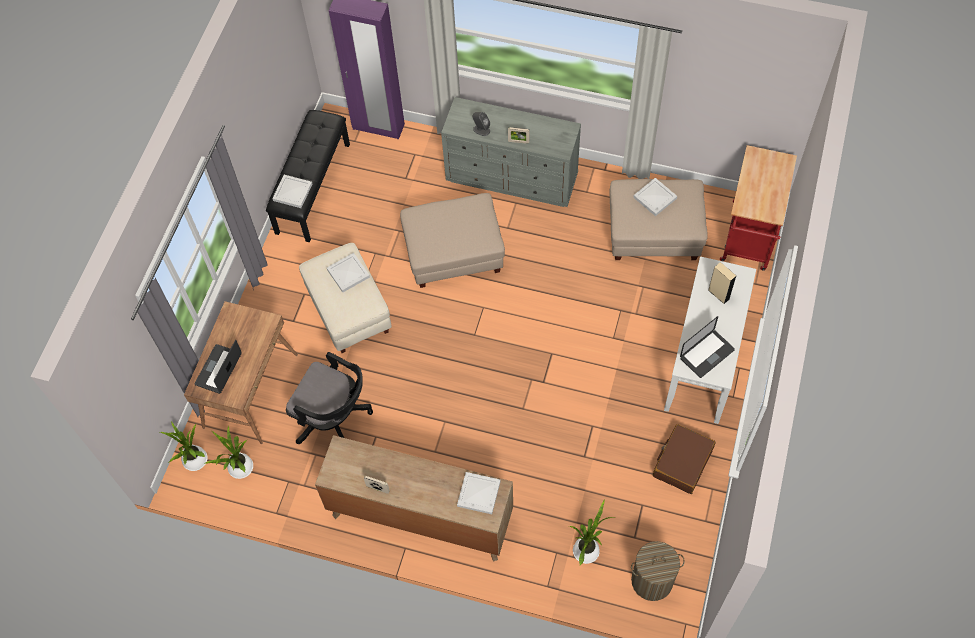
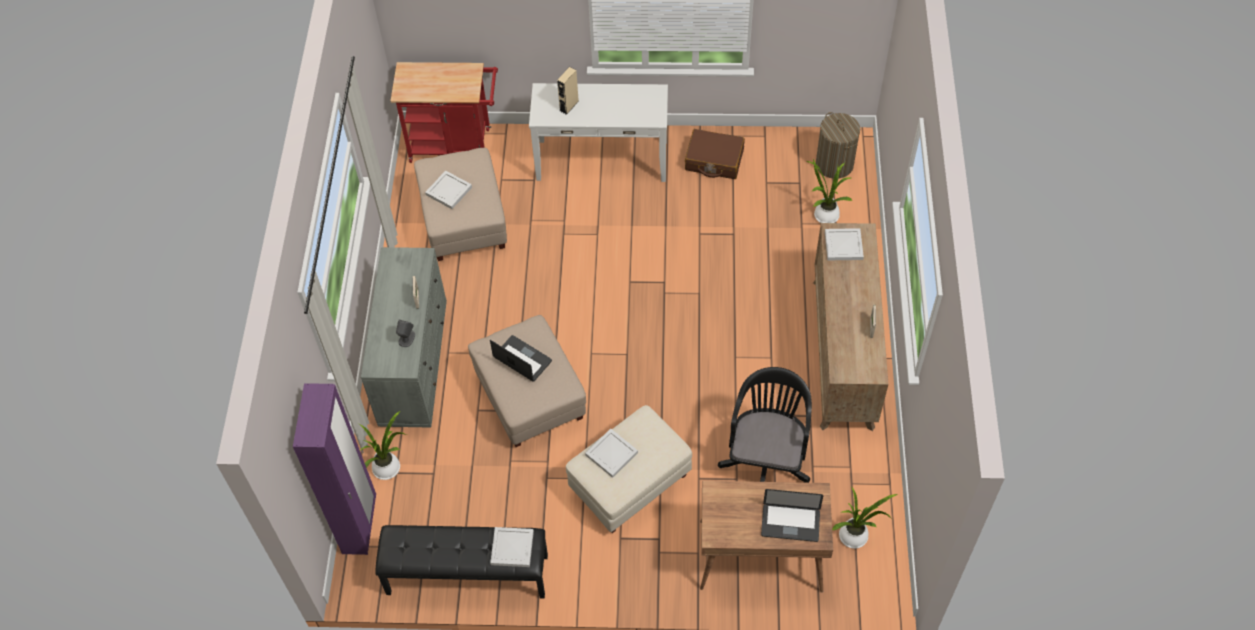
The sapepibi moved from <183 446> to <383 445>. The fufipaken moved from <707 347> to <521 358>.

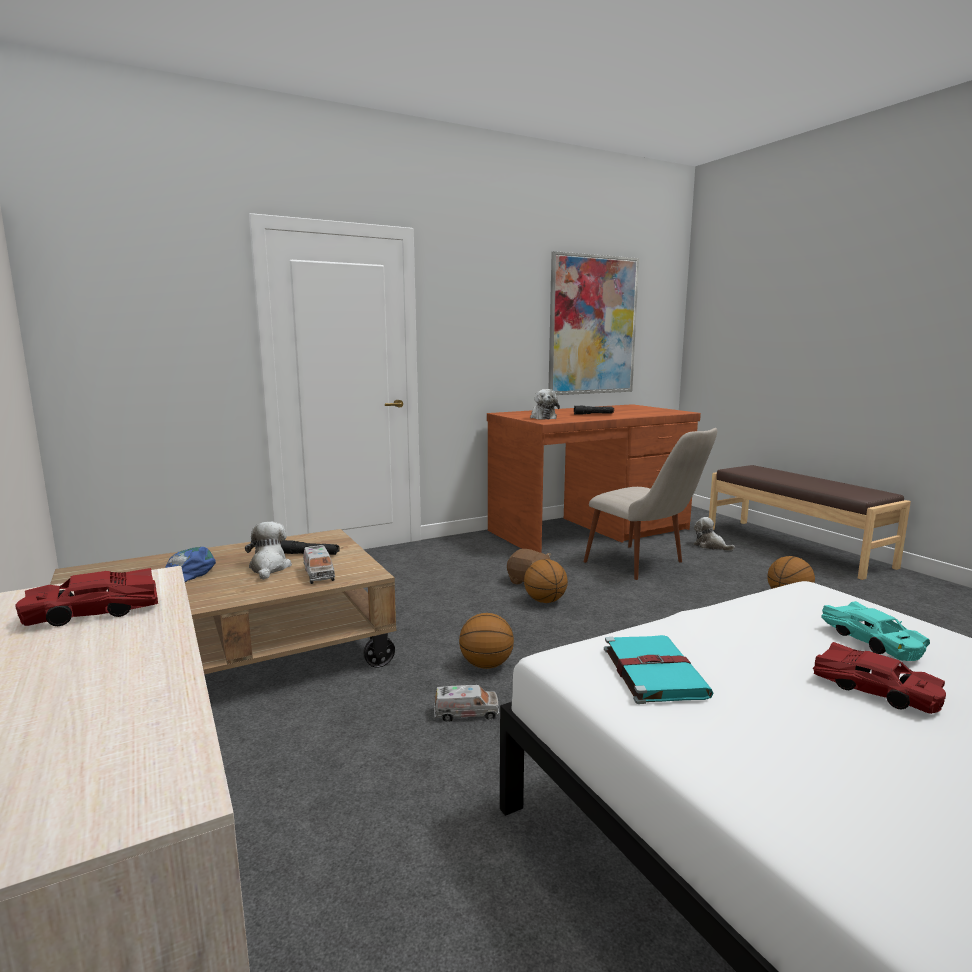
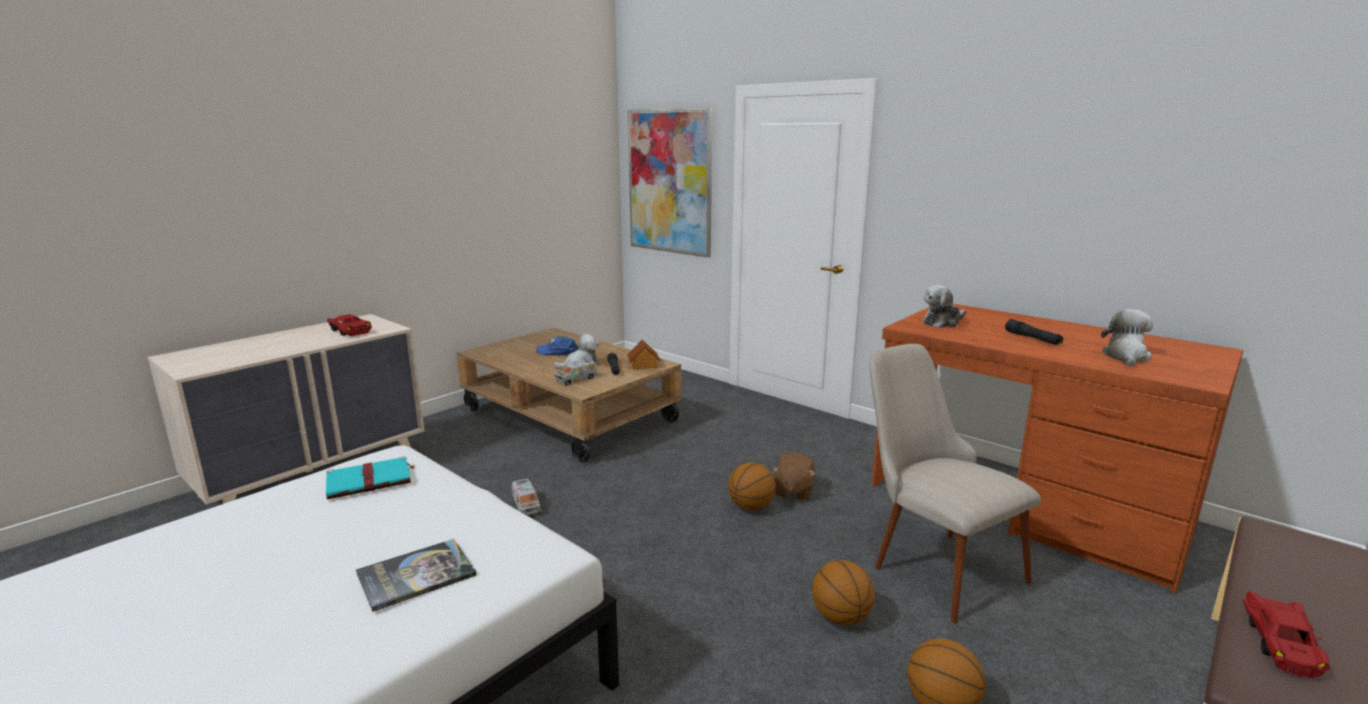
The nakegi moved from <486 641> to <843 592>. The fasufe moved from <594 323> to <670 182>. The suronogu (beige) at <650 504> turned 120 degrees clockwise. The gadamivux moved from <714 534> to <1127 337>. The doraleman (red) moved from <879 678> to <1286 634>. The doraleman (turquoise) at <875 631> was replaced by the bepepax at <416 575>. The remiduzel at <643 355> appeared.

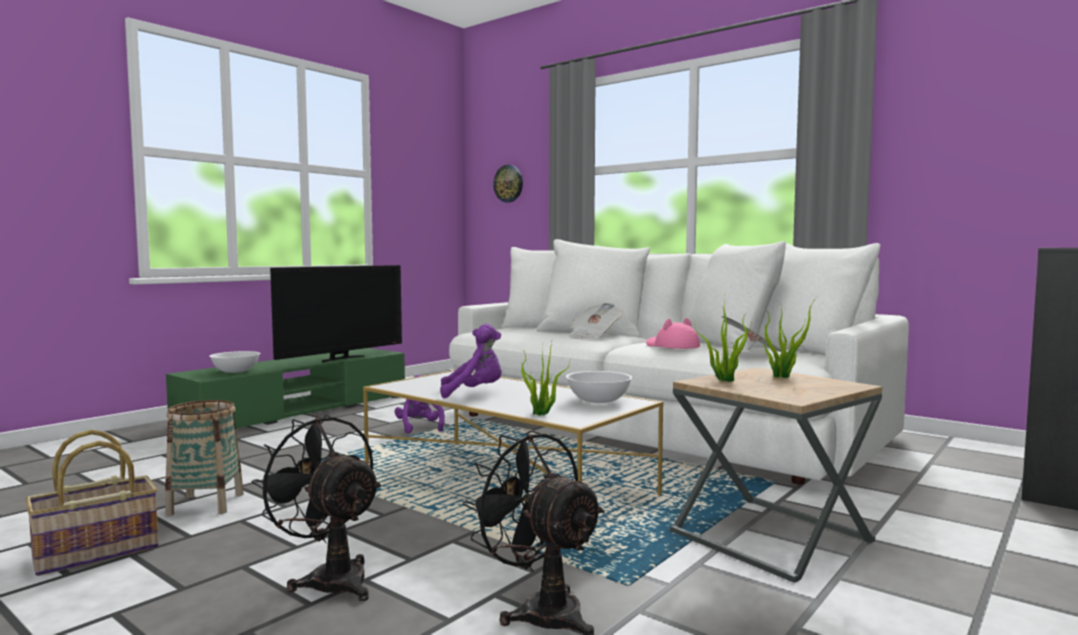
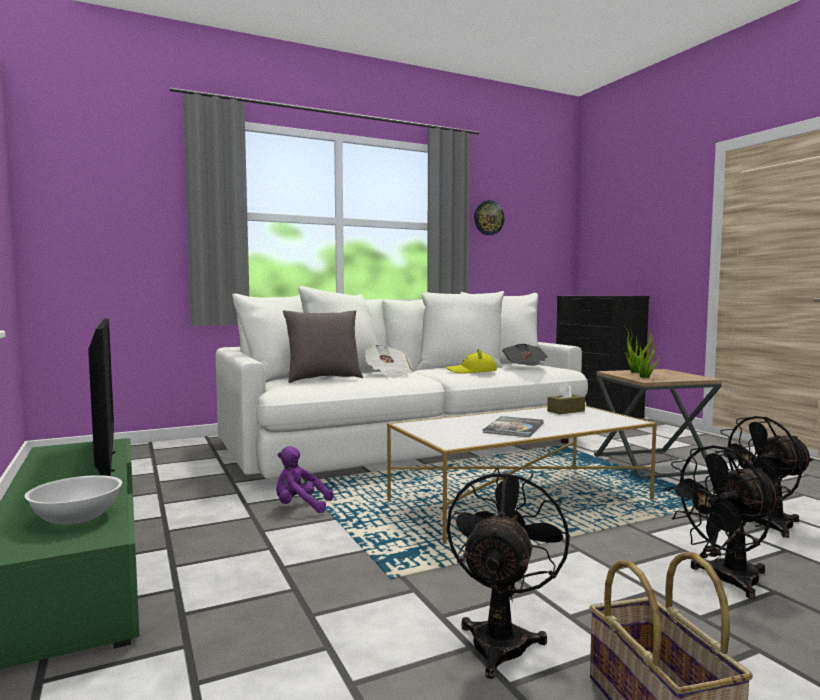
The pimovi at <204 458> was replaced by the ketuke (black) at <508 573>. The gadamivux (purple) at <471 361> was replaced by the bepepax at <513 426>. The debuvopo moved from <508 184> to <489 217>. The sapepibi at <545 379> disappeared. The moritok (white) at <599 387> was replaced by the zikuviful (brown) at <566 398>. The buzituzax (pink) at <673 333> became the buzituzax (yellow) at <471 361>. The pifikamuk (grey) at <323 346> appeared.

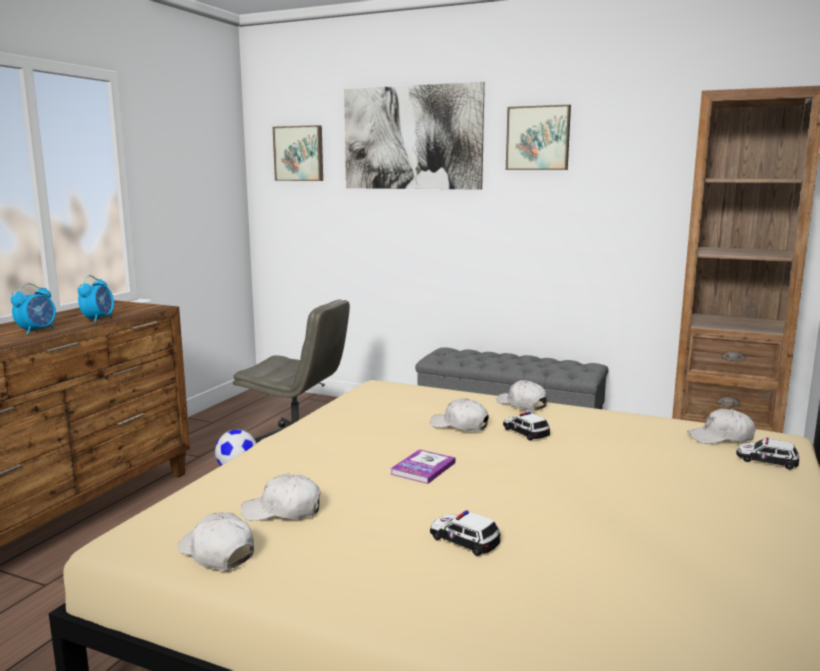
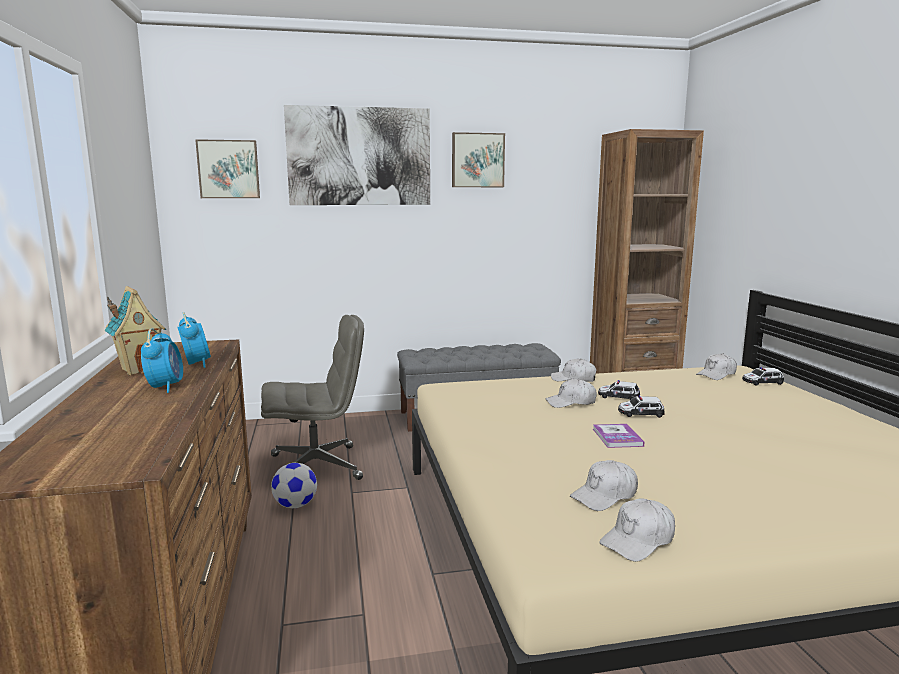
The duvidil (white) at <216 541> turned 45 degrees counterclockwise. The doraleman moved from <465 533> to <641 406>. The remiduzel at <135 330> appeared.

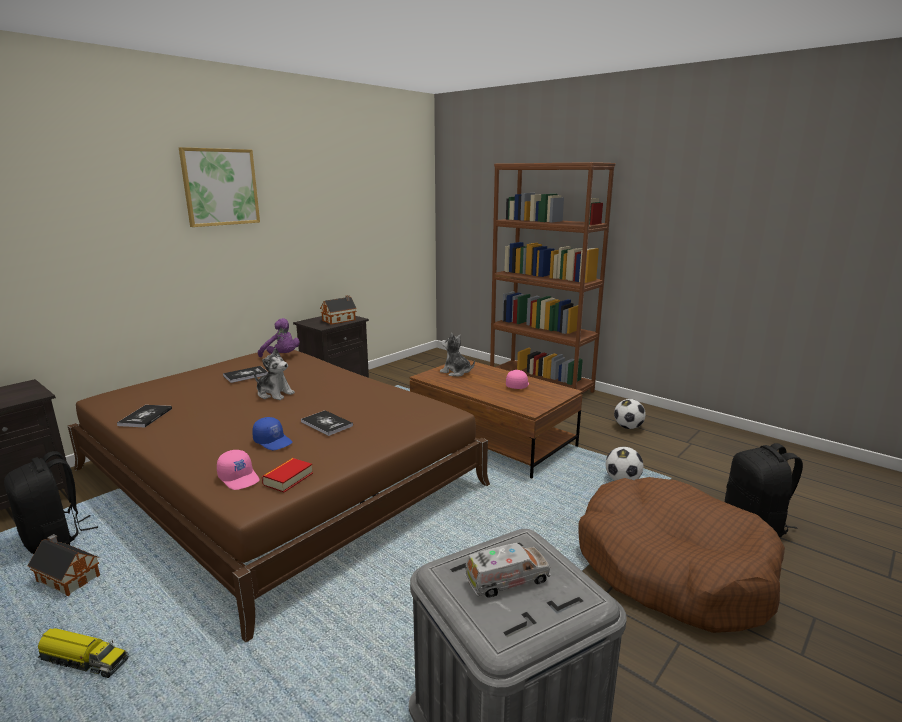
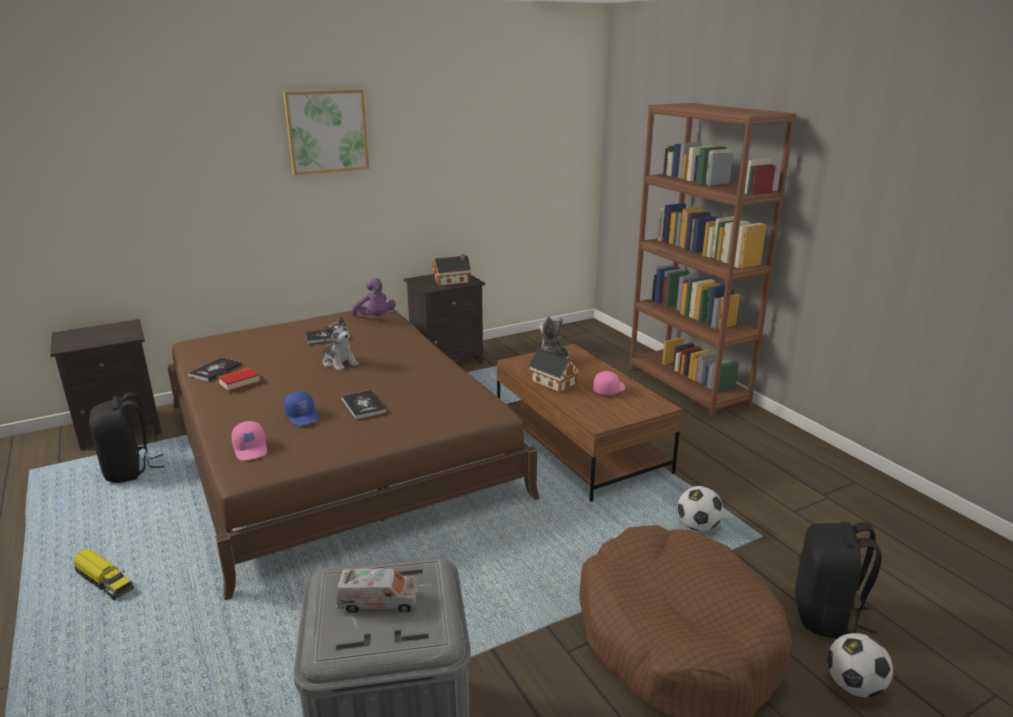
The remiduzel moved from <63 565> to <553 369>. The bepepax moved from <287 475> to <239 380>. The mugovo moved from <630 414> to <860 665>.

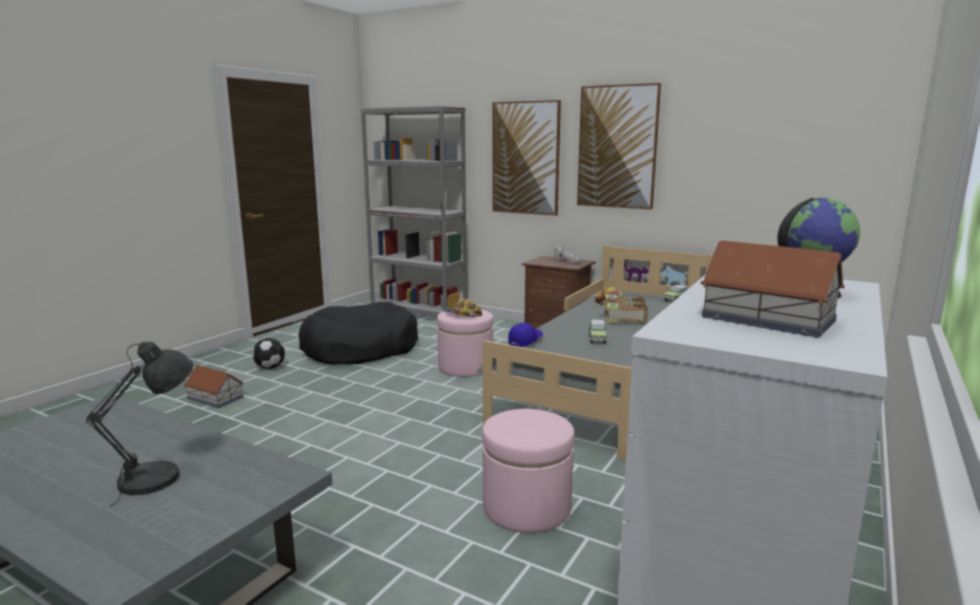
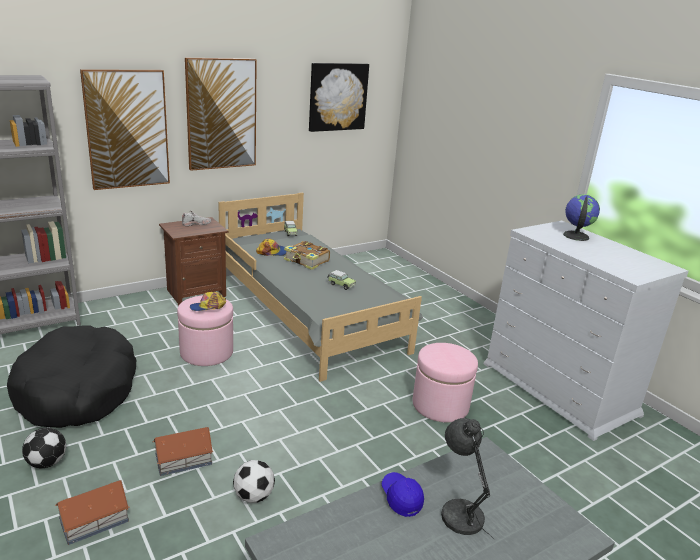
The duvidil (blue) moved from <525 335> to <403 494>. The remiduzel moved from <772 289> to <183 451>. The mugovo at <254 481> appeared. The fasufe at <339 97> appeared.

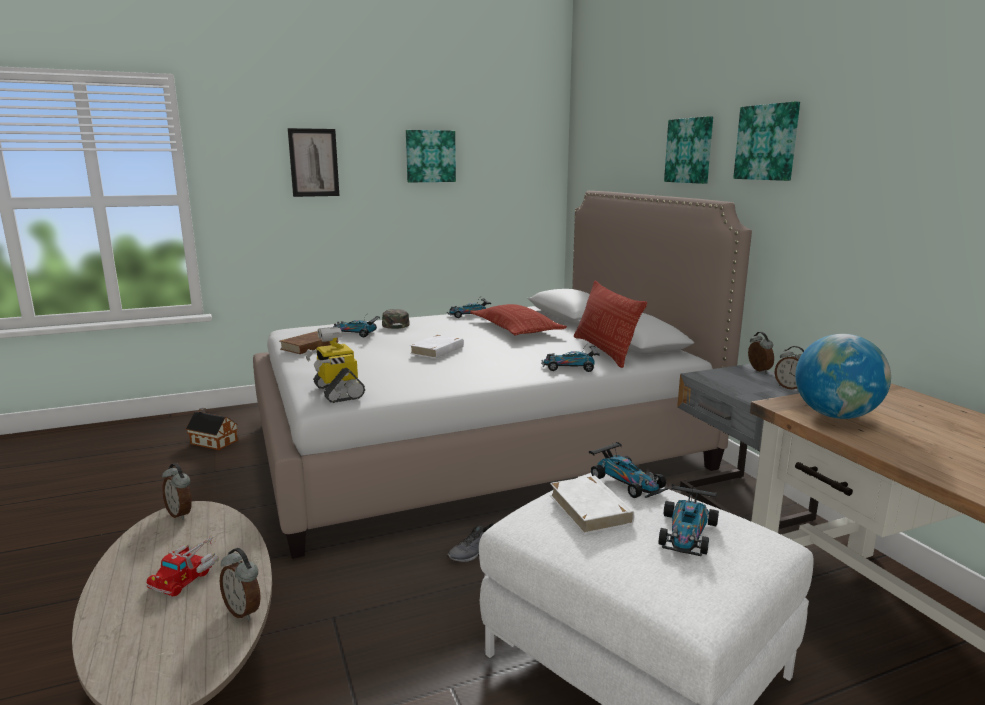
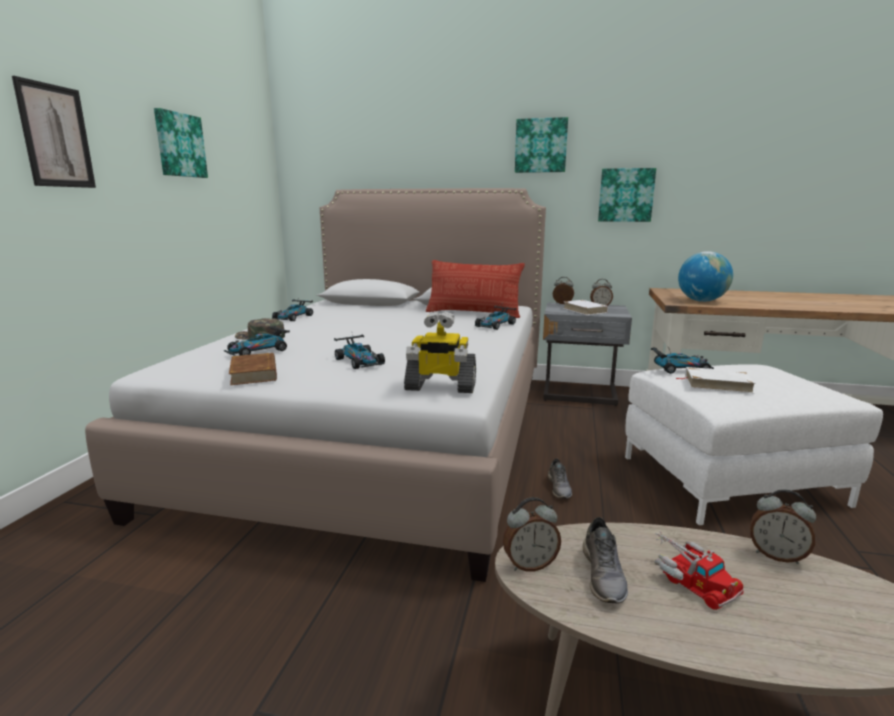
The remiduzel at <211 429> disappeared. The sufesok at <240 584> turned 45 degrees clockwise. The bepepax (white) moved from <436 346> to <585 307>. The pifikamuk at <518 319> disappeared. The doraleman moved from <689 520> to <359 352>. The fasufe moved from <688 150> to <627 195>. The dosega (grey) at <605 560> appeared.

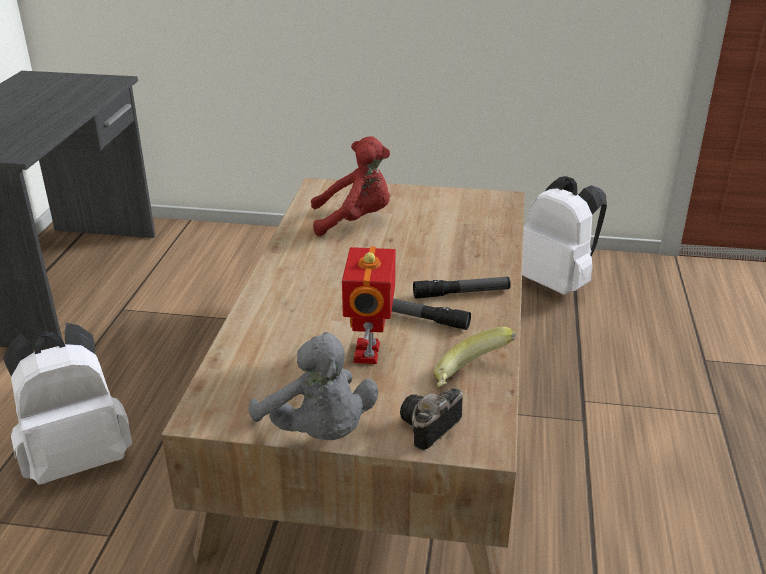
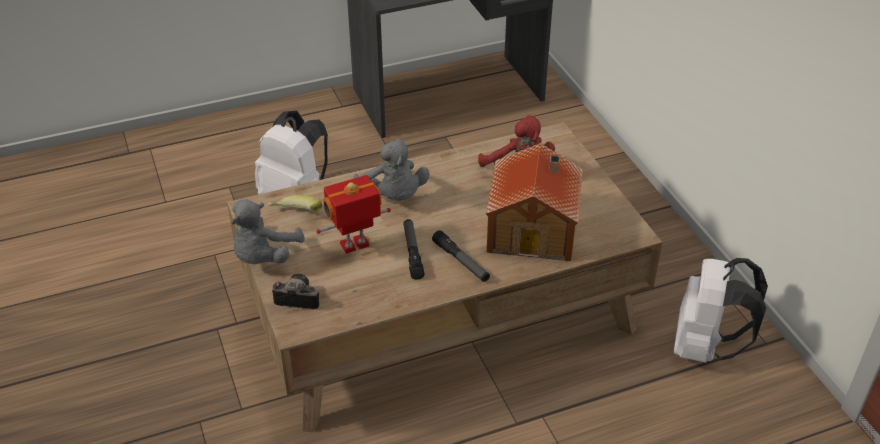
The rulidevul moved from <475 357> to <295 203>. The gadamivux (grey) at <391 170> appeared. The remiduzel at <534 202> appeared.

